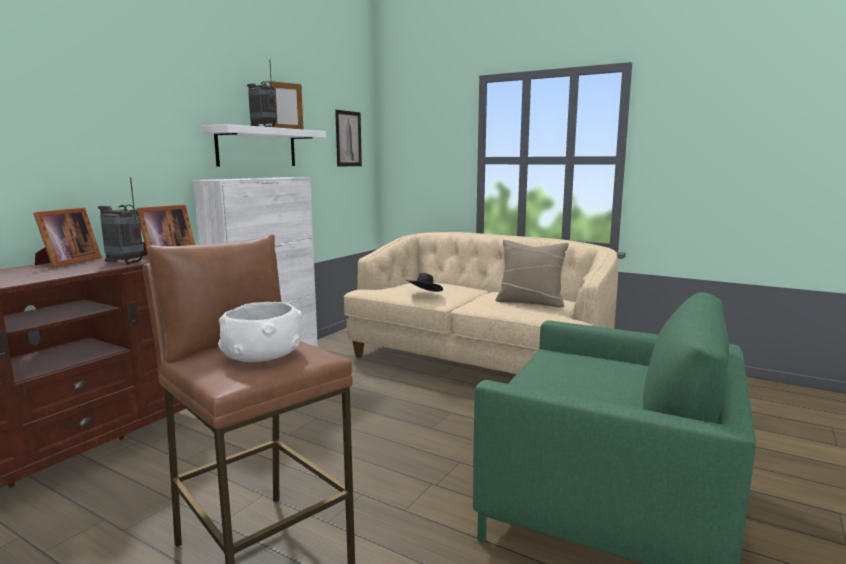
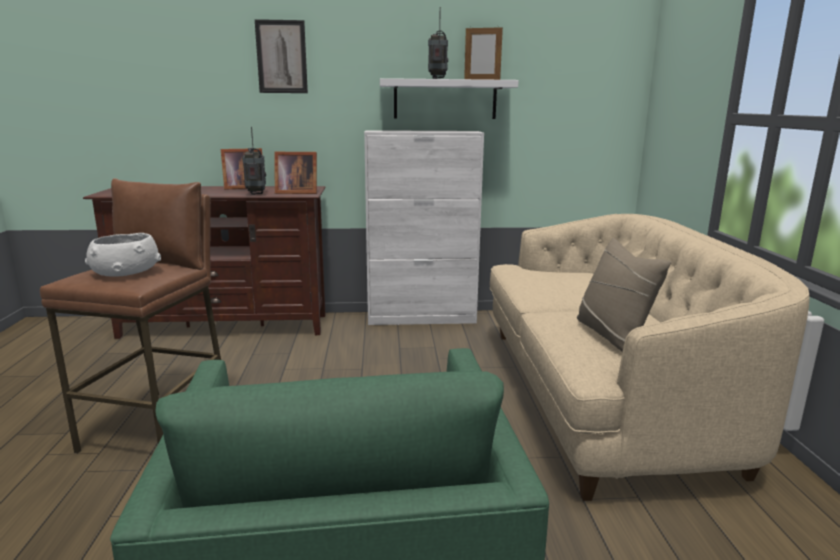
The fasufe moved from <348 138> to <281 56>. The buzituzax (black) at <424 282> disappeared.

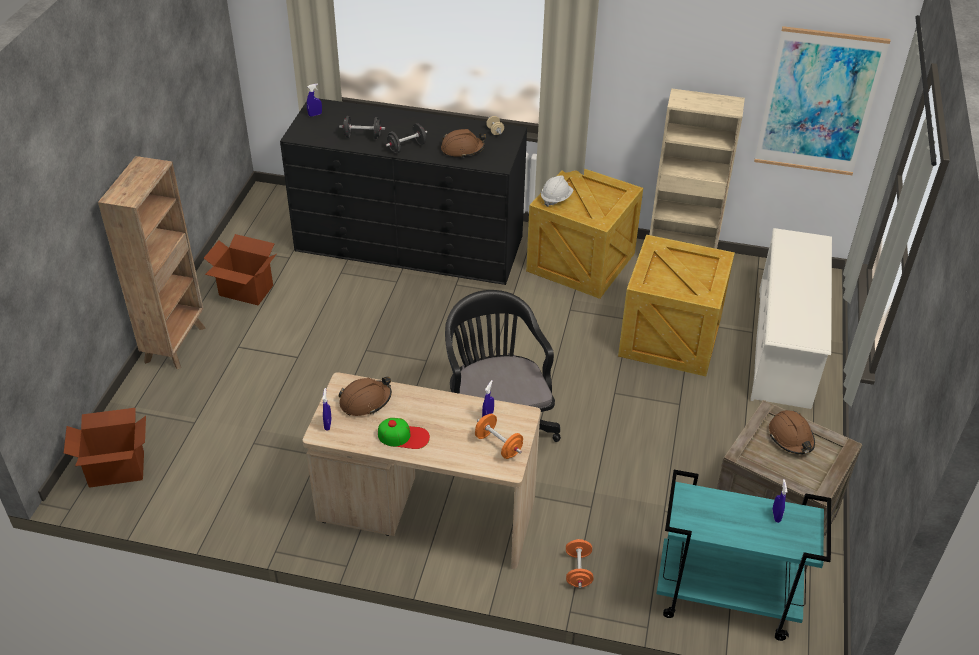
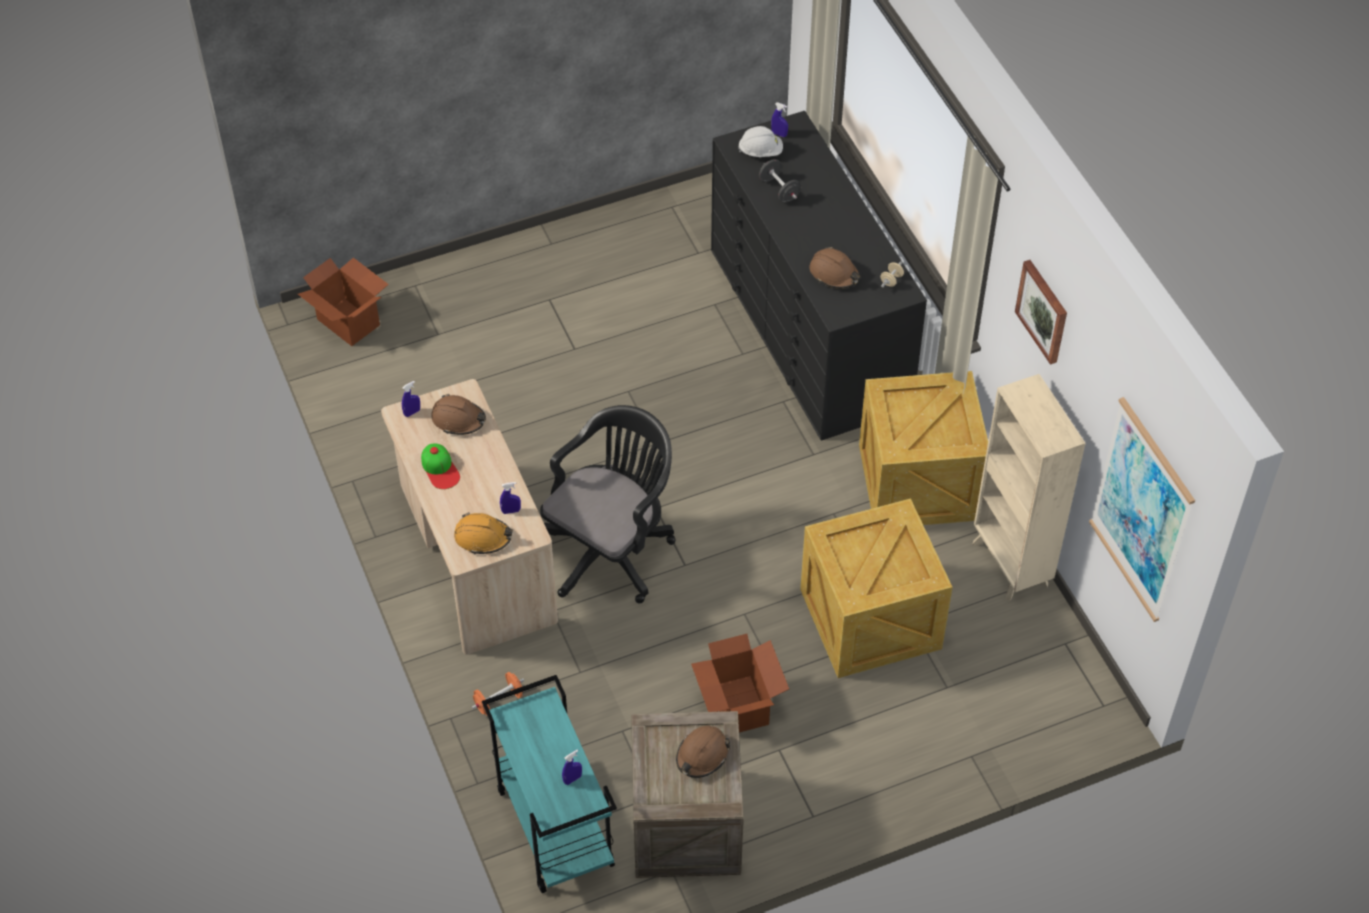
The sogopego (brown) at <151 262> disappeared. The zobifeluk moved from <240 269> to <740 683>. The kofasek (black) at <406 138> disappeared. The kofasek (orange) at <499 436> was replaced by the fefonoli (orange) at <483 533>. The fefonoli (white) moved from <557 191> to <760 141>. The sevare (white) at <791 318> disappeared. The fasufe at <1041 312> appeared.

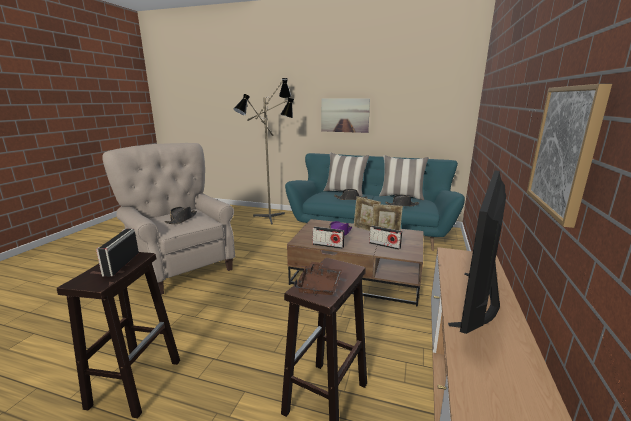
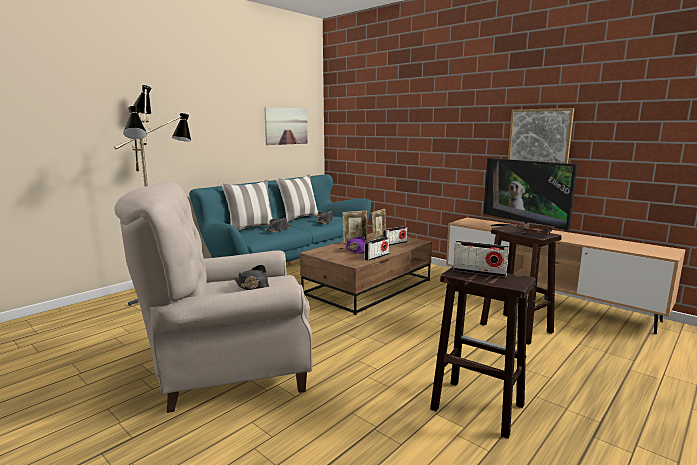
The fasufe moved from <345 116> to <286 126>.

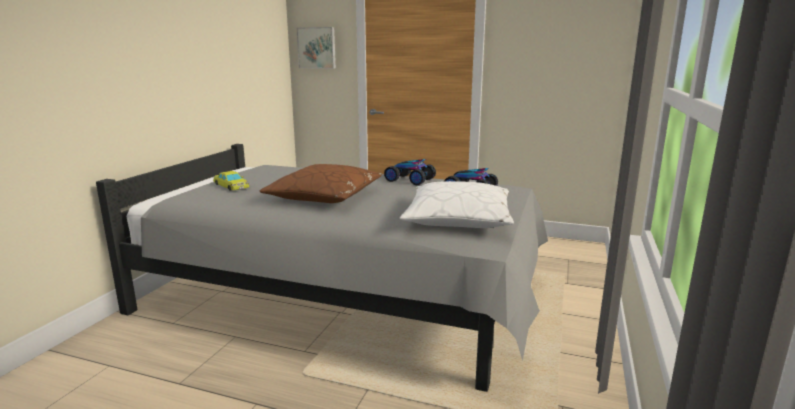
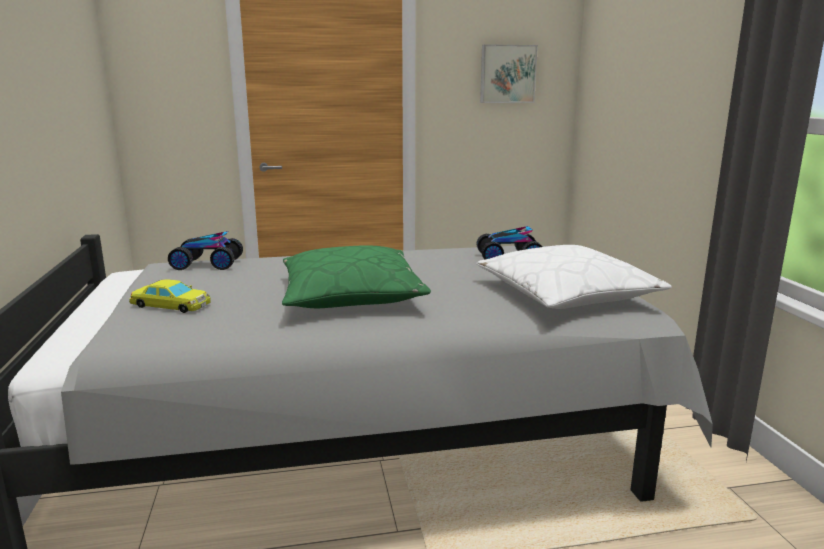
The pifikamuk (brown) at <320 183> became the pifikamuk (green) at <356 276>. The fasufe moved from <316 48> to <509 73>. The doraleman moved from <410 172> to <205 250>.

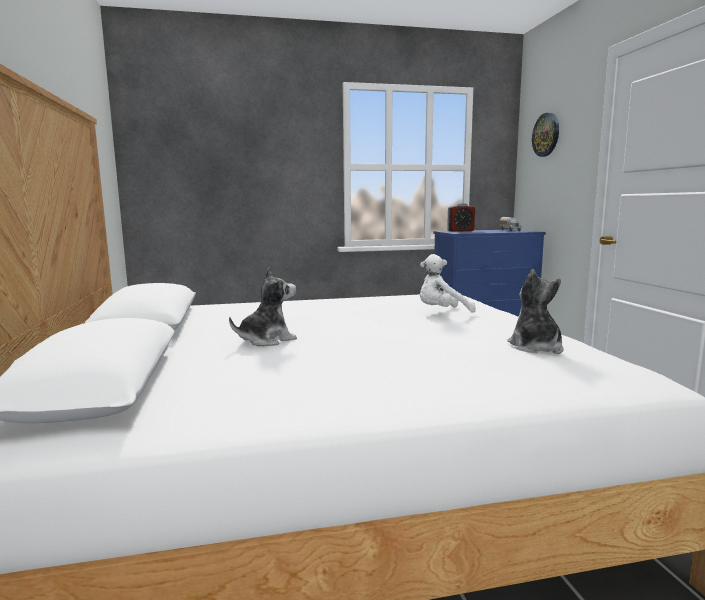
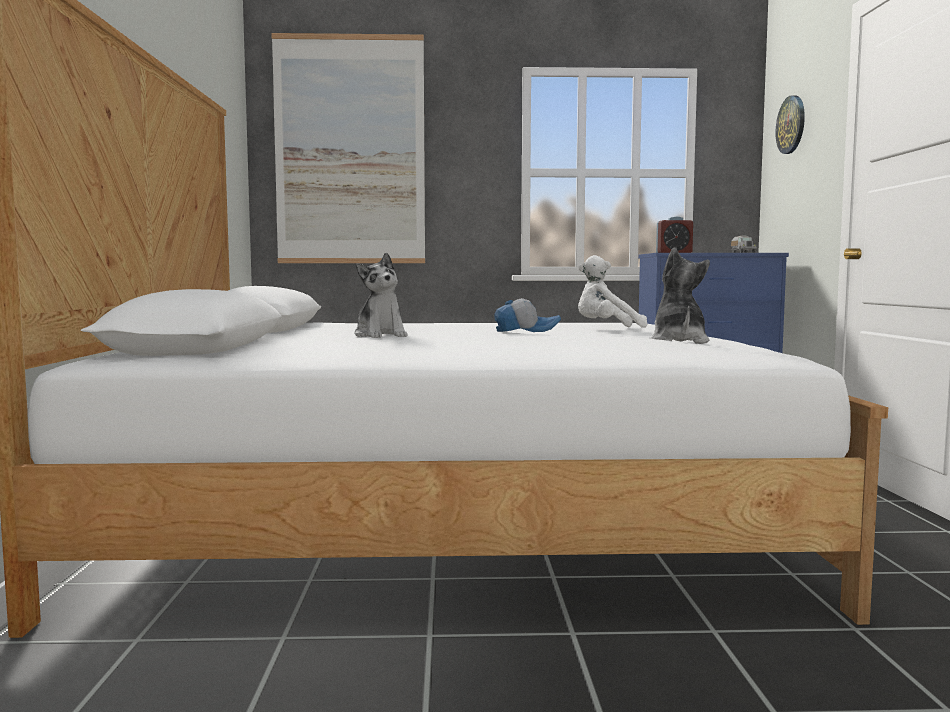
The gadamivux at <263 306> turned 90 degrees clockwise. The fasufe at <348 148> appeared. The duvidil at <527 315> appeared.

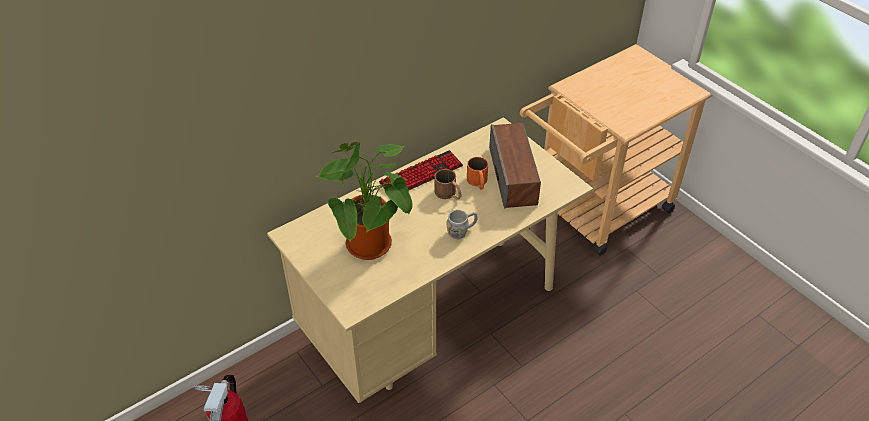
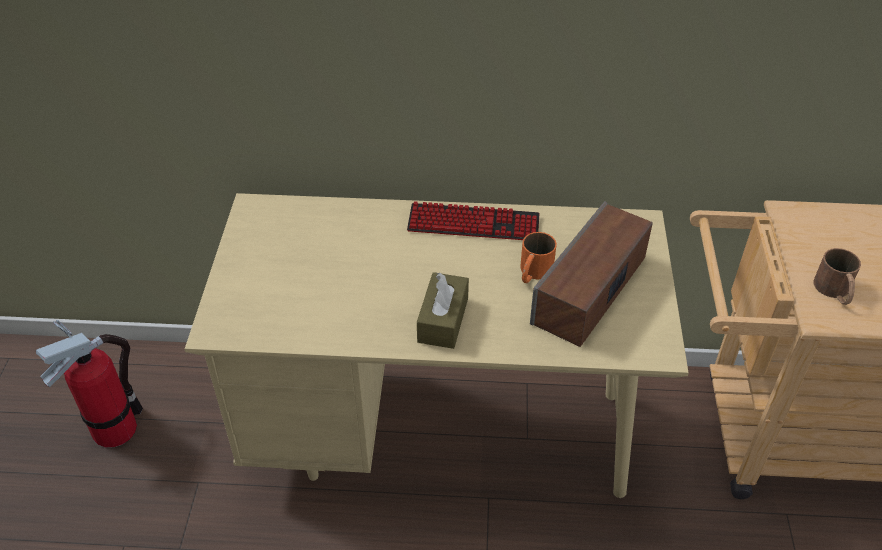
The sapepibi at <364 201> disappeared. The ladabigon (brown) moved from <448 184> to <837 276>. The ladabigon (grey) at <462 224> was replaced by the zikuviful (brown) at <443 310>.

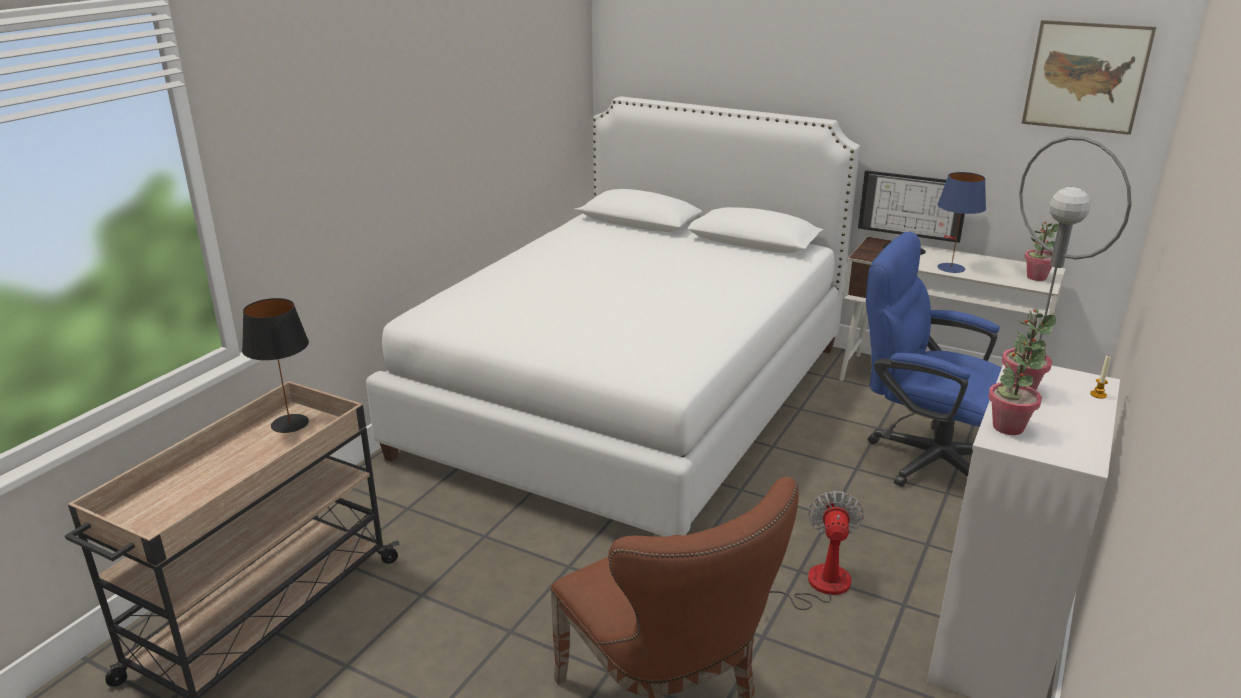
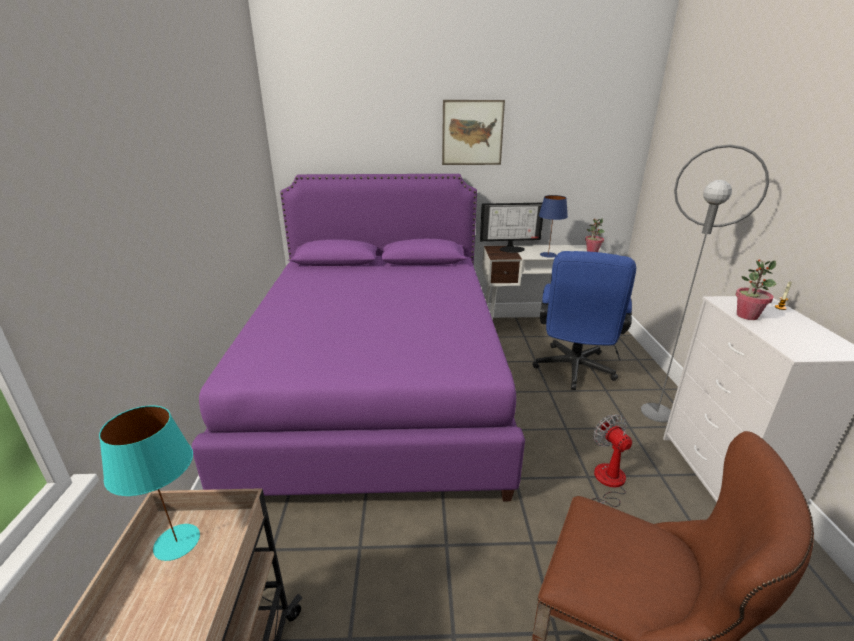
The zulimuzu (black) at <275 365> became the zulimuzu (turquoise) at <149 483>. The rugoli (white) at <613 316> became the rugoli (purple) at <358 337>. The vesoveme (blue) at <934 359> turned 75 degrees counterclockwise. The sapepibi at <1017 388> disappeared. The fasufe moved from <1089 77> to <473 132>.

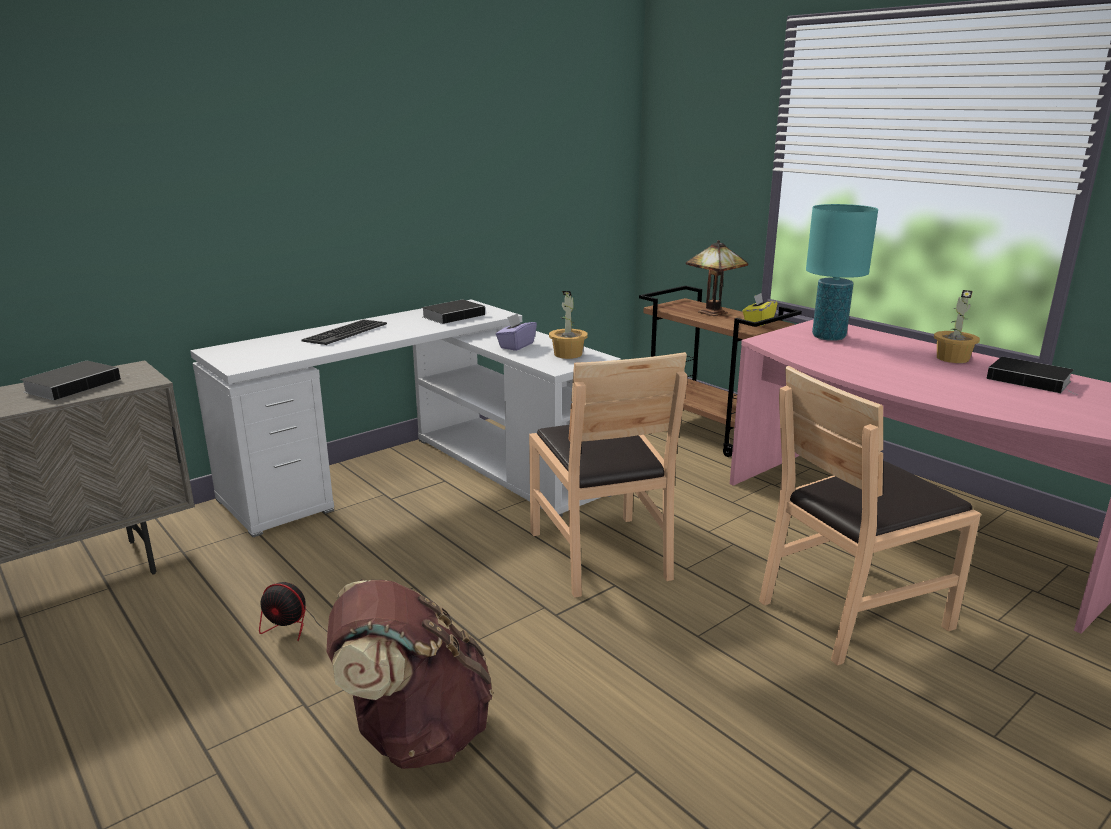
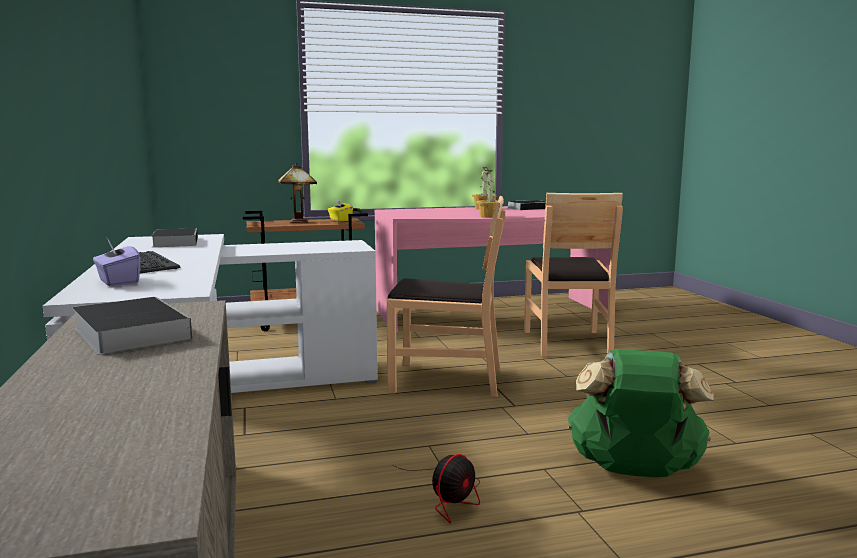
The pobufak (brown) at <410 674> became the pobufak (green) at <641 413>. The zikuviful (purple) moved from <516 332> to <117 261>. The sapepibi moved from <568 325> to <490 194>. The zulimuzu (turquoise) at <842 272> disappeared.

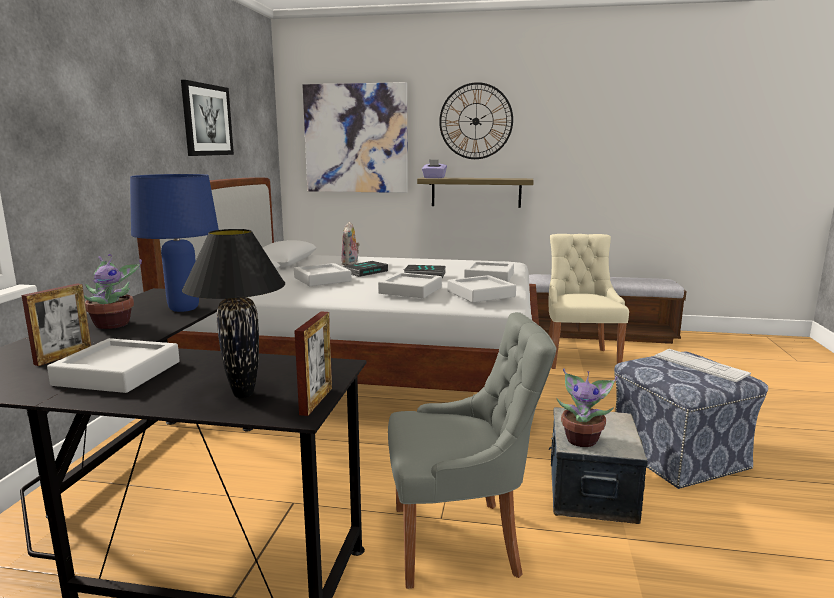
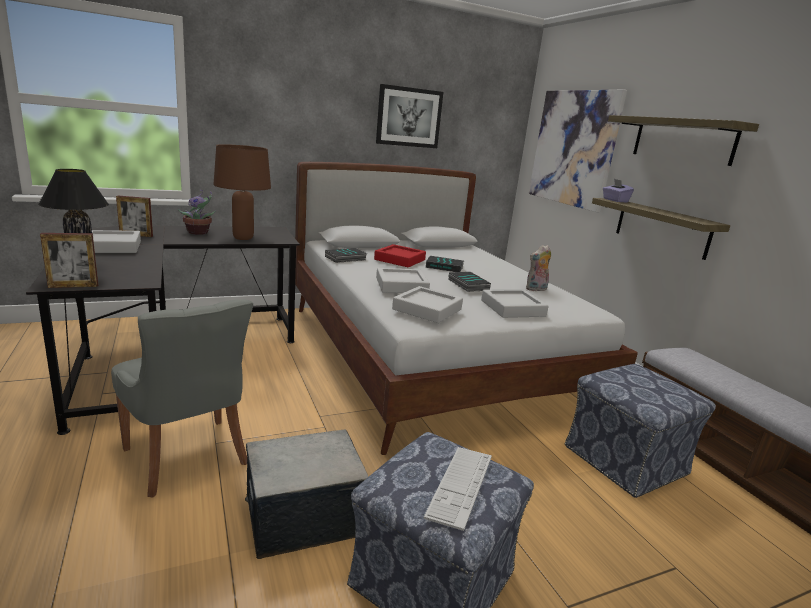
The zulimuzu (blue) at <174 243> became the zulimuzu (brown) at <242 192>. The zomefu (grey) at <323 274> became the zomefu (red) at <400 255>. The gadamivux moved from <350 243> to <538 268>. The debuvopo at <476 120> was replaced by the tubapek at <683 140>. The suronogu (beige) at <588 301> was replaced by the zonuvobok at <640 431>. The sapepibi at <587 408> disappeared. The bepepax at <346 255> appeared.

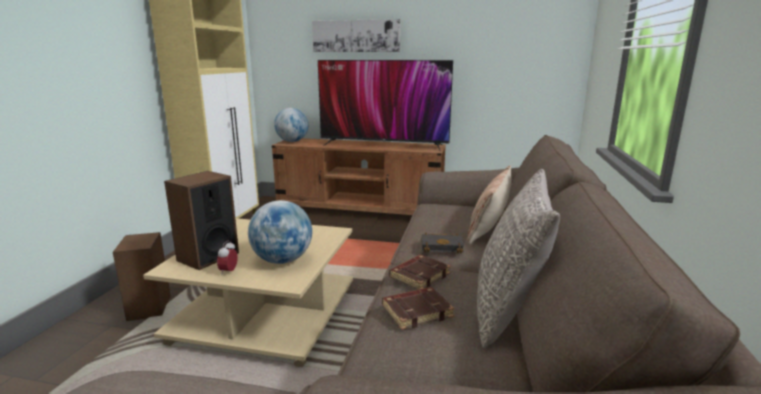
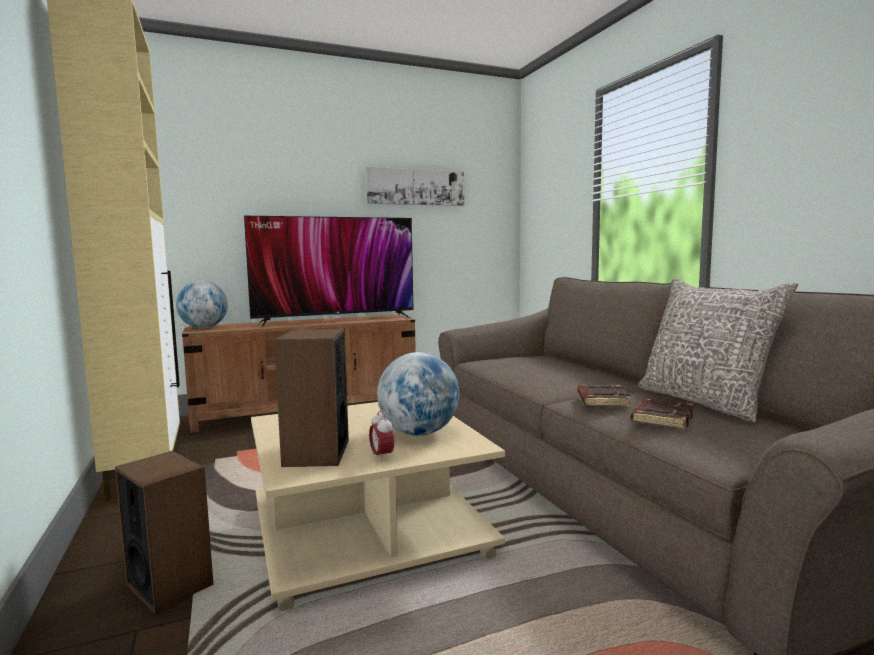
The fasufe moved from <356 35> to <415 186>. The bepepax (black) at <443 243> disappeared. The pifikamuk at <489 205> disappeared.

